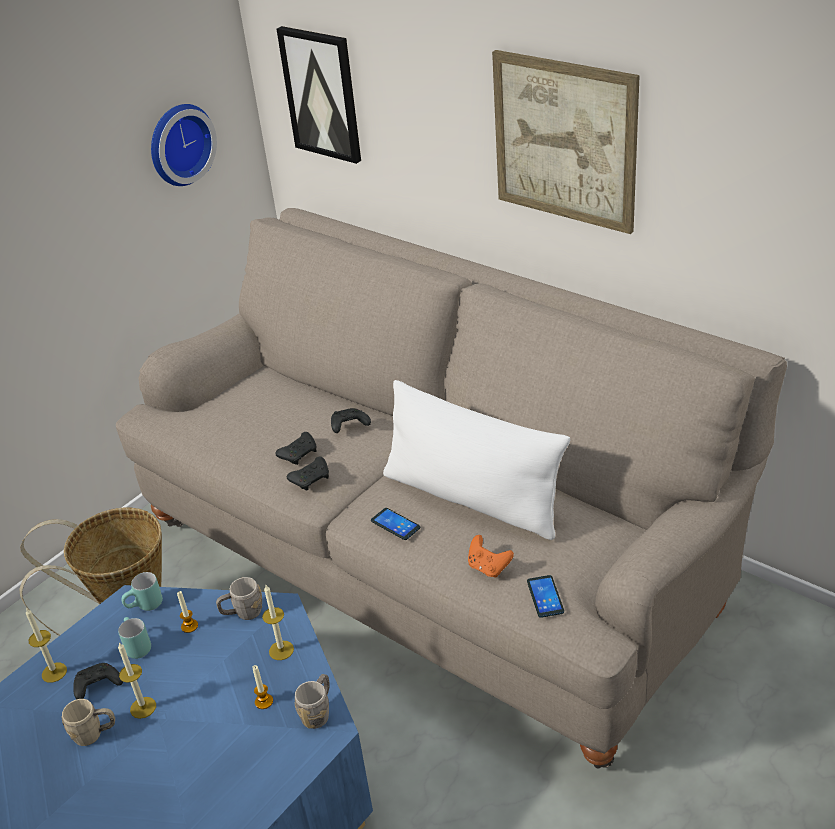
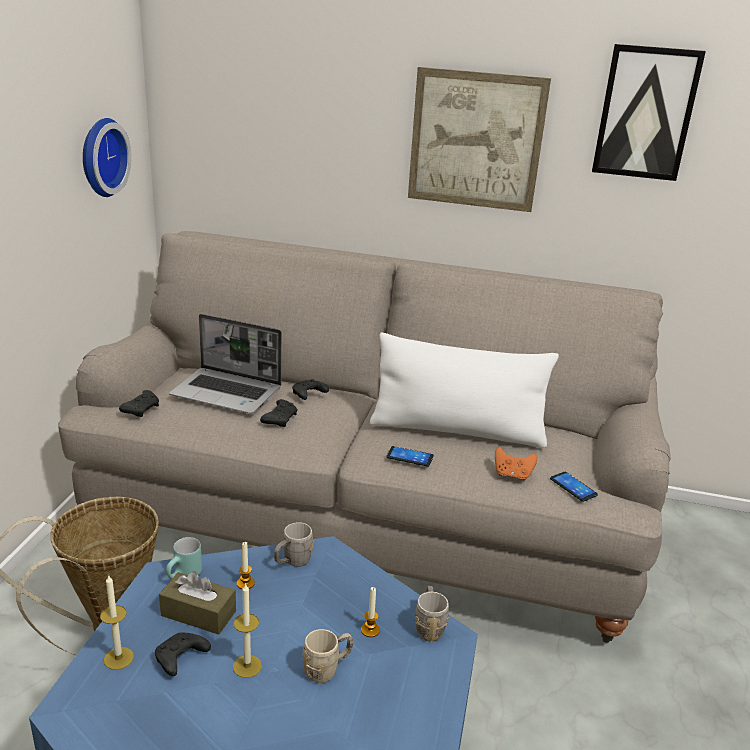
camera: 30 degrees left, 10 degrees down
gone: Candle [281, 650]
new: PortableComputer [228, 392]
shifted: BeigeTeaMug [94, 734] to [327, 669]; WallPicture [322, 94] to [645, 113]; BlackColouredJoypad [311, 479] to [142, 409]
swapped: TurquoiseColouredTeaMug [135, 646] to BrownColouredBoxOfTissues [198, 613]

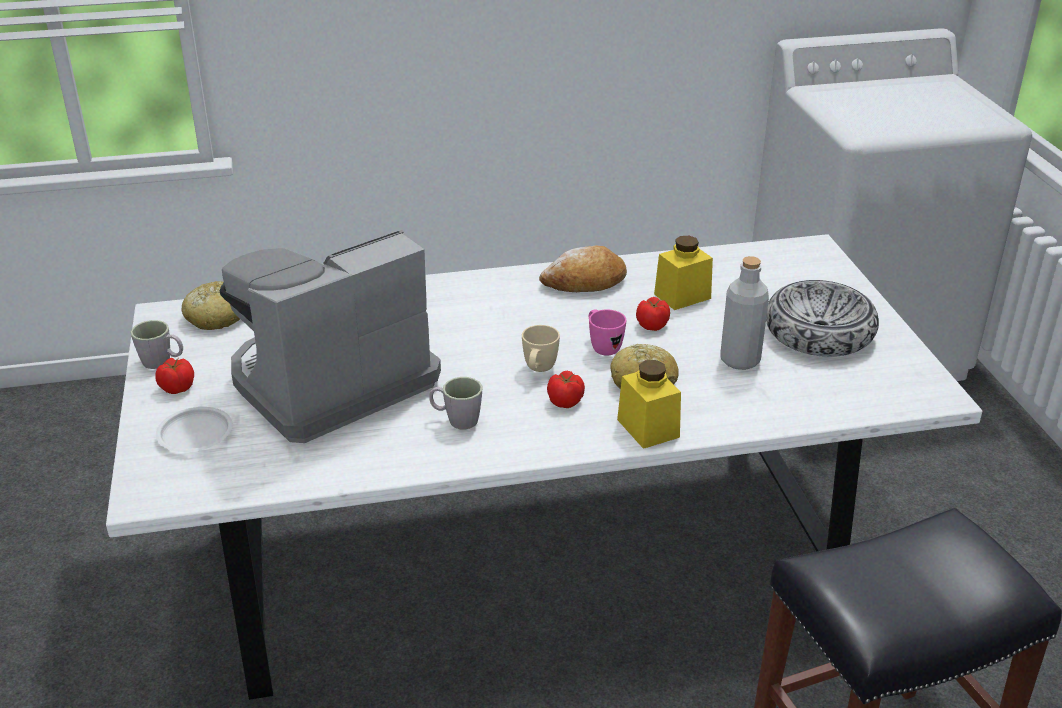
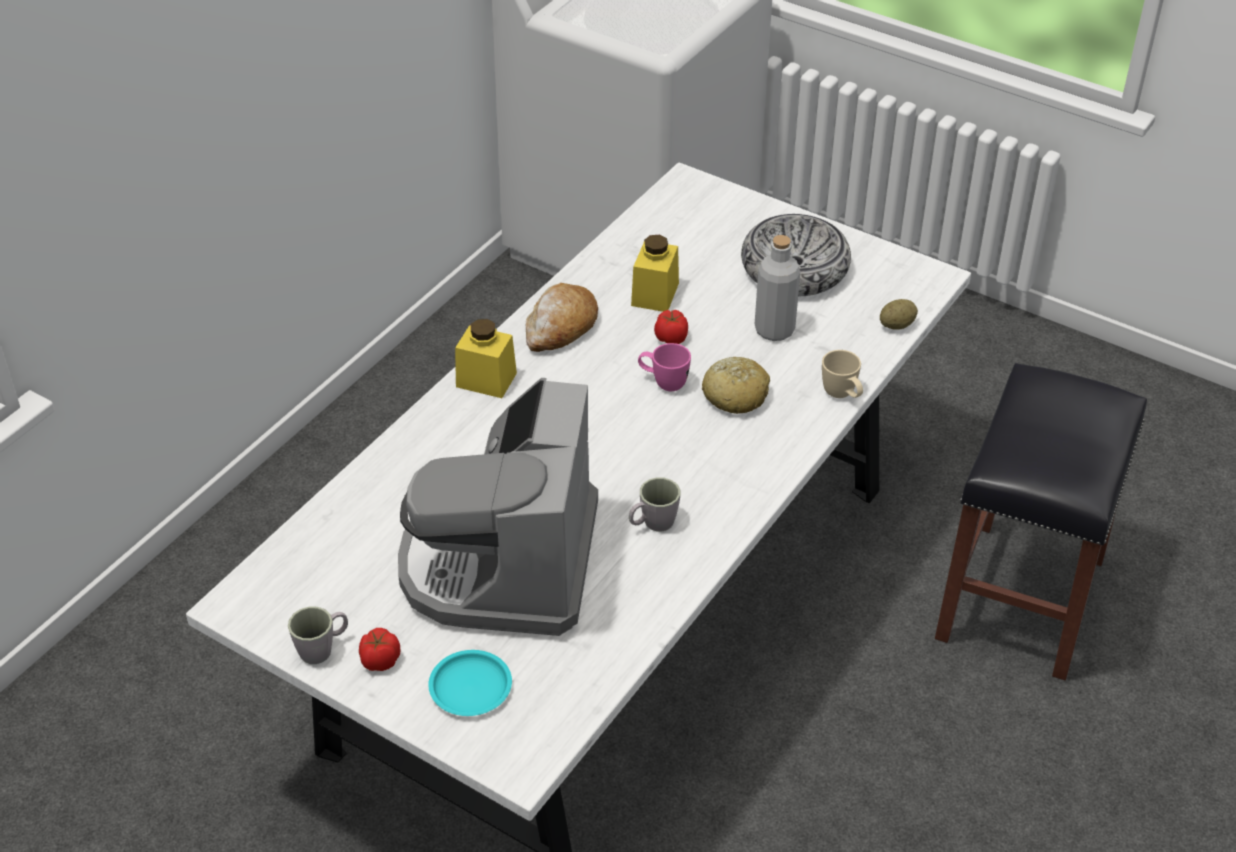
camera: 45 degrees left, 10 degrees up
gone: BakeryBread [215, 317]; WholeTomato [566, 401]
new: Potato [897, 325]
shifted: BeigeTeaMug [538, 370] to [842, 396]; YellowColouredJar [648, 428] to [486, 380]
repainted: WhitishFlatDish [196, 434] to TurquoiseColouredFlatDish [471, 687]

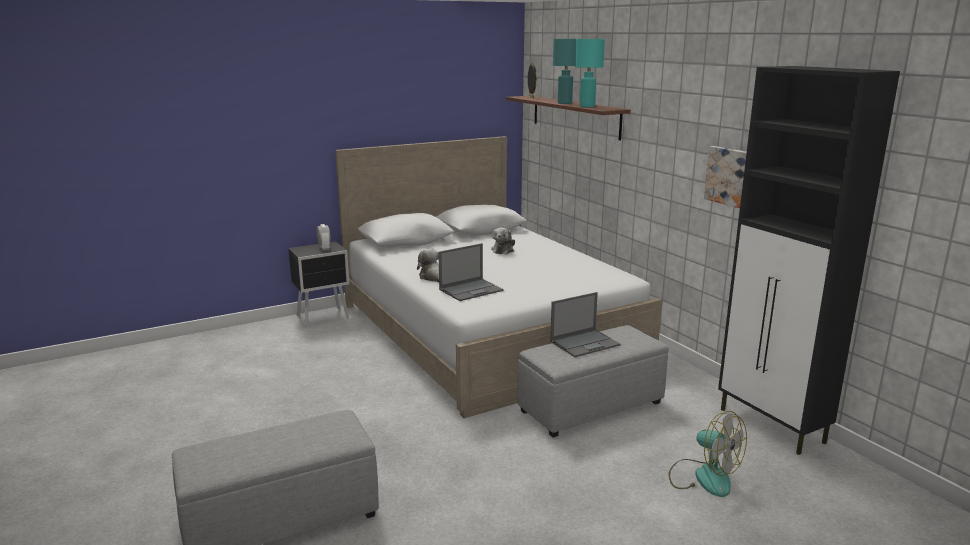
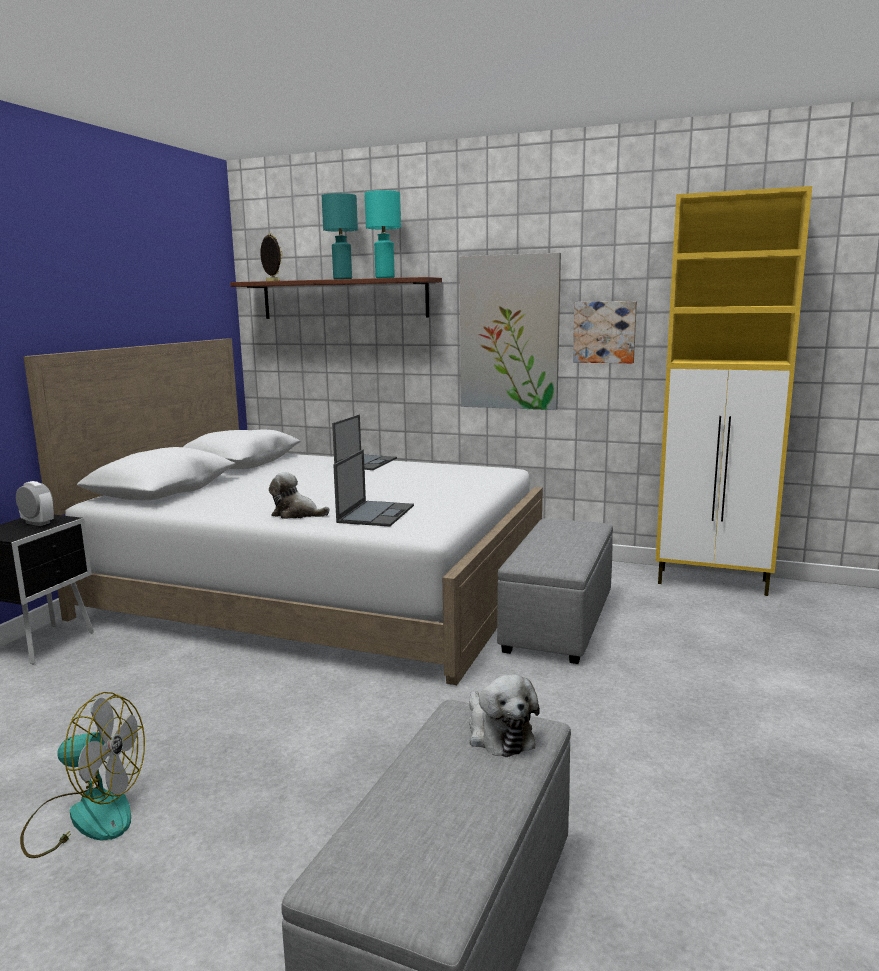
camera: 40 degrees left, 5 degrees down
new: WallPicture [509, 333]
shifted: PlushToy [503, 250] to [498, 734]; PortableComputer [585, 343] to [366, 462]; ElectricFan [703, 477] to [85, 815]
repainted: BlackColouredStorageCabinet [772, 426] to YellowColouredStorageCabinet [714, 582]

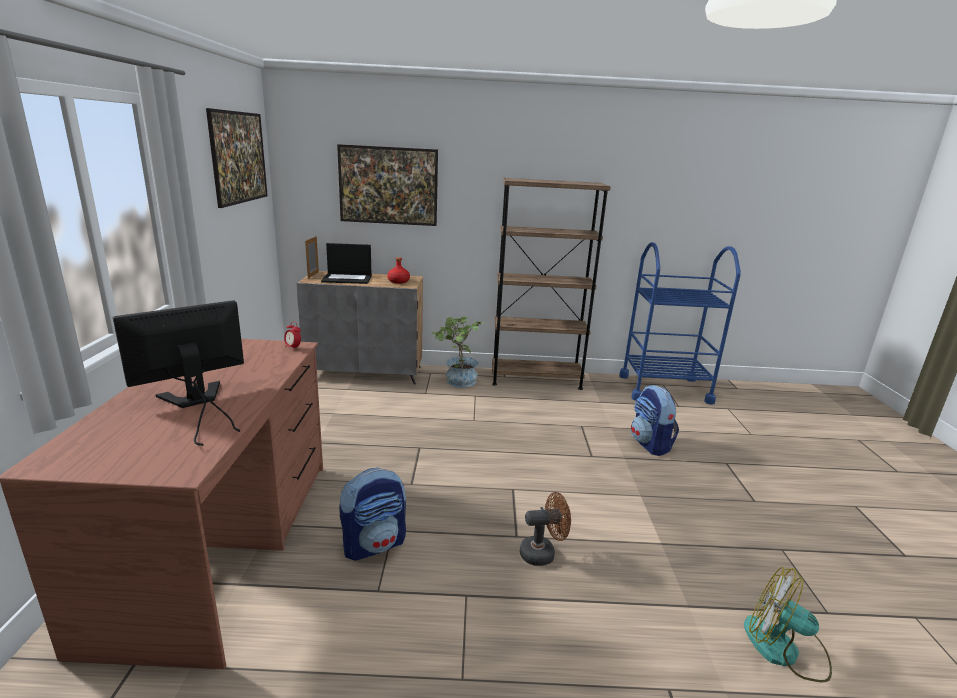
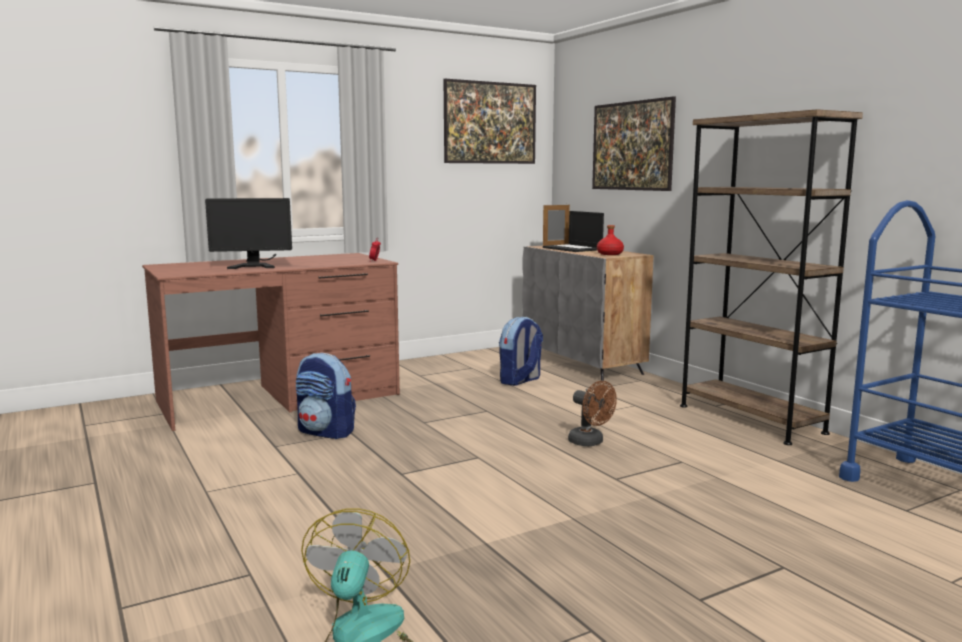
camera: 60 degrees right, 10 degrees down
gone: PlantInAPot [457, 382]
shifted: BrownColouredElectricFan [543, 553] to [590, 442]; Rucksack [650, 444] to [520, 381]
rotated: Monitor [197, 404] = [254, 265] 150 degrees clockwise

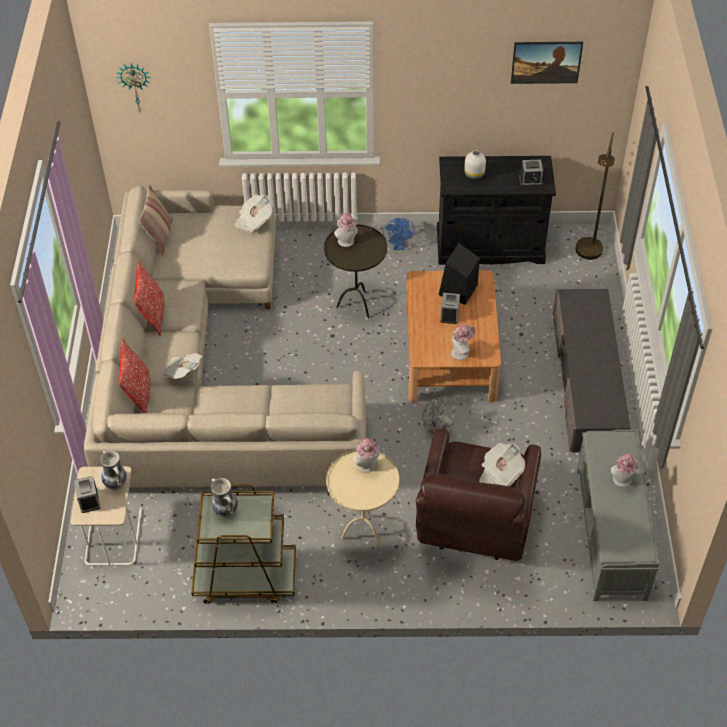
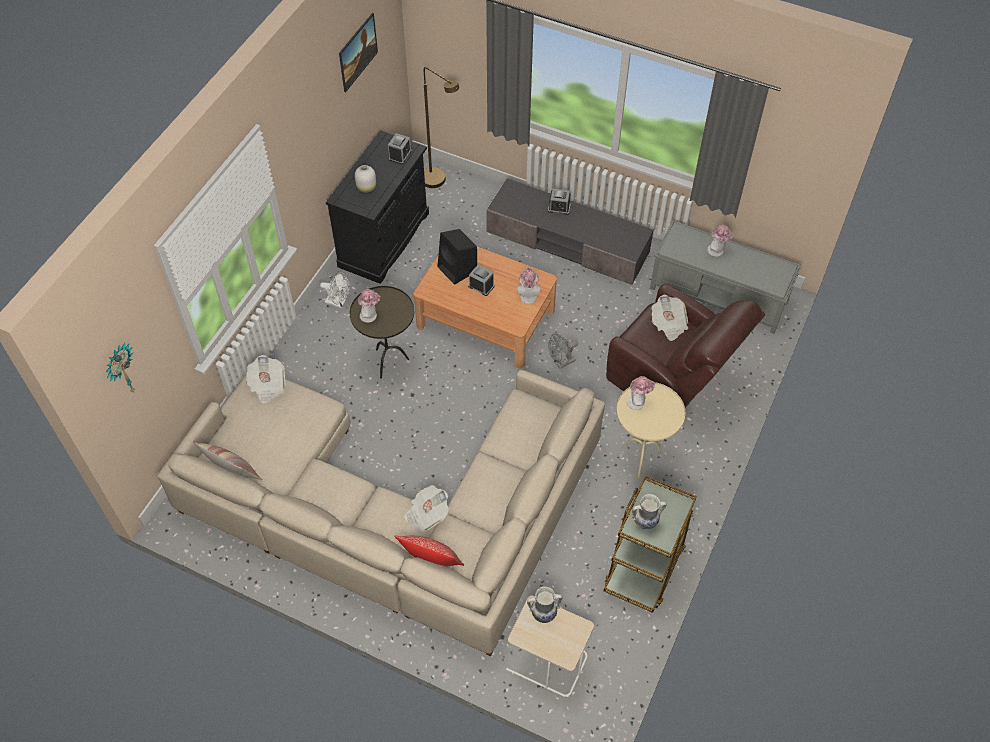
camera: 65 degrees left, 5 degrees up
gone: Pillow [153, 315]
shifted: TableClock [89, 500] to [559, 208]
repainted: BlueElectricFan [398, 246] to WhitishElectricFan [338, 302]

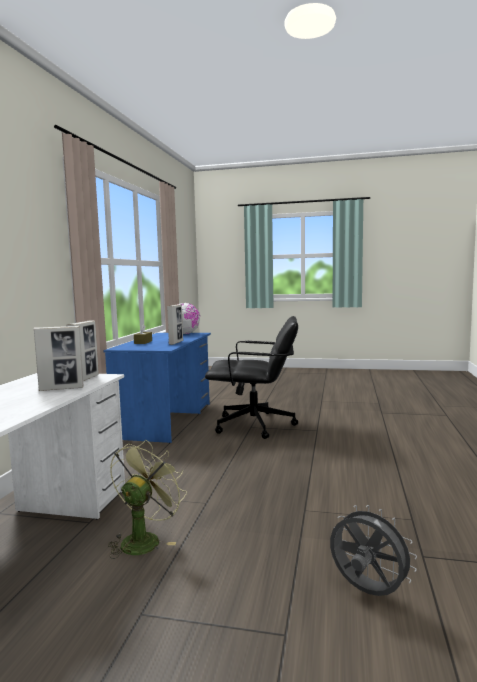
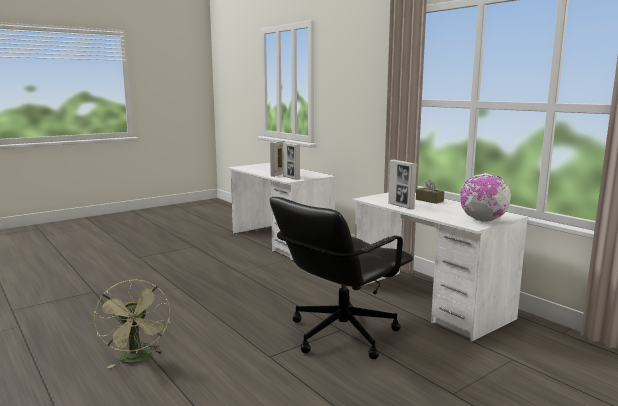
camera: 130 degrees right, 5 degrees up
gone: GreyishElectricFan [367, 592]
shifted: GreenColouredElectricFan [144, 539] to [138, 360]
repainted: BlueDesk [166, 420] to WhitishDesk [429, 303]

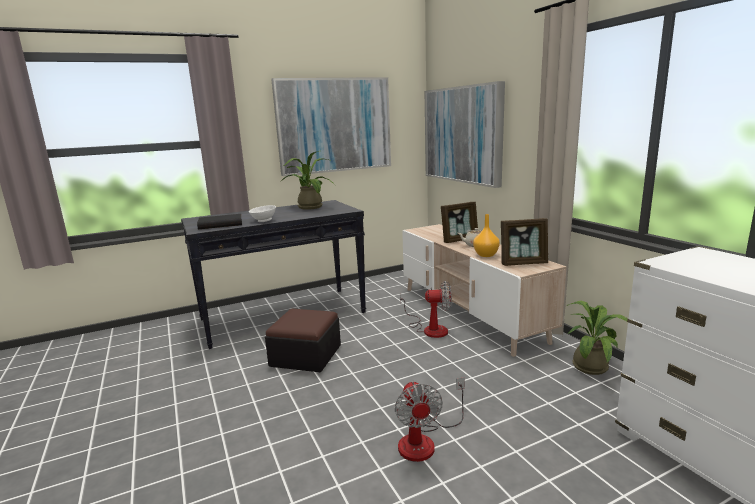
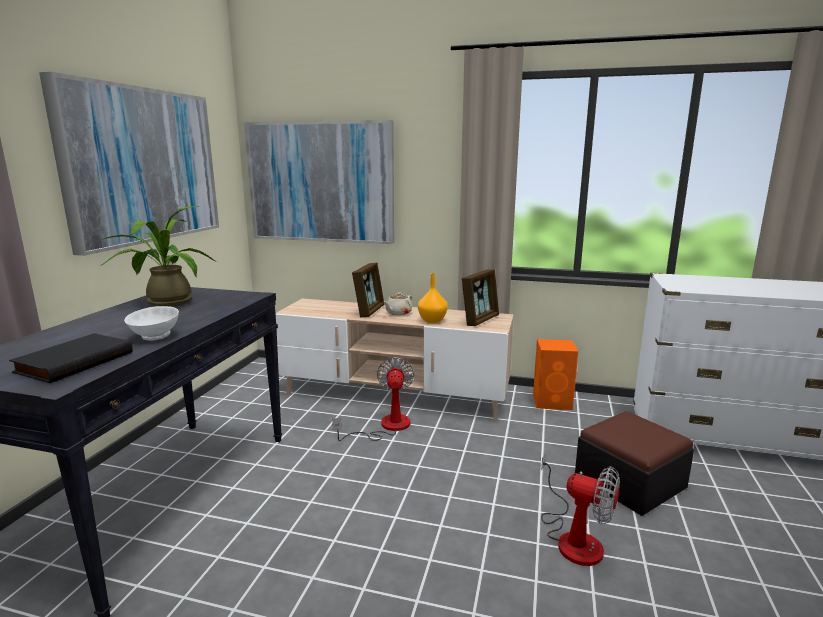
camera: 50 degrees left, 0 degrees up
shifted: Pouffe [306, 355] to [629, 481]
swapped: PlantInAPot [592, 365] to OrangeyLoudspeaker [553, 402]
rotated: ElectricFan [429, 329] = [386, 427] 45 degrees counterclockwise

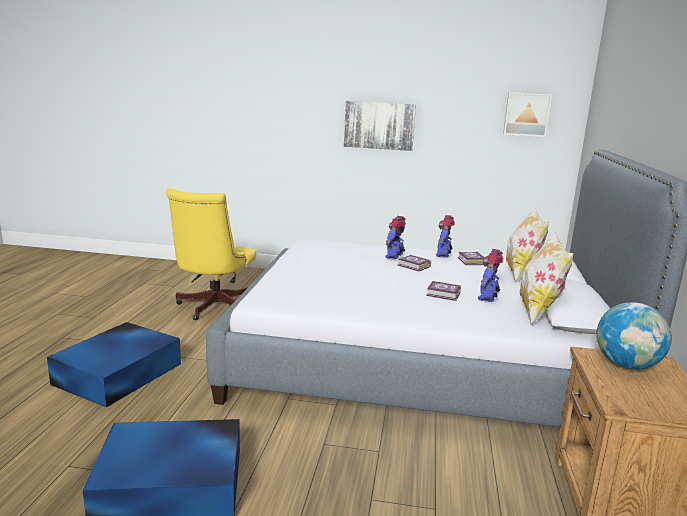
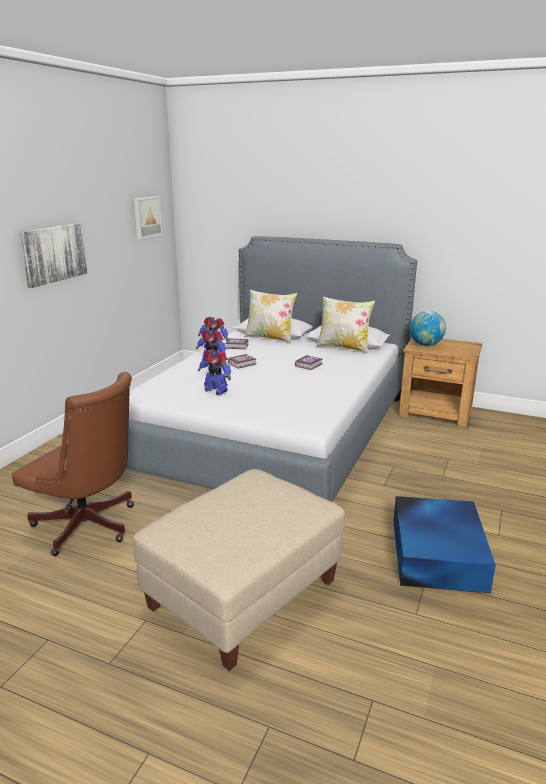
camera: 75 degrees left, 5 degrees up
shifted: ModelRobot [488, 297] to [216, 390]
swapped: BlueStorageBox [120, 373] to BeigePouffe [243, 595]
repainted: YellowColouredOfficeChair [213, 308] to BrownColouredOfficeChair [89, 527]

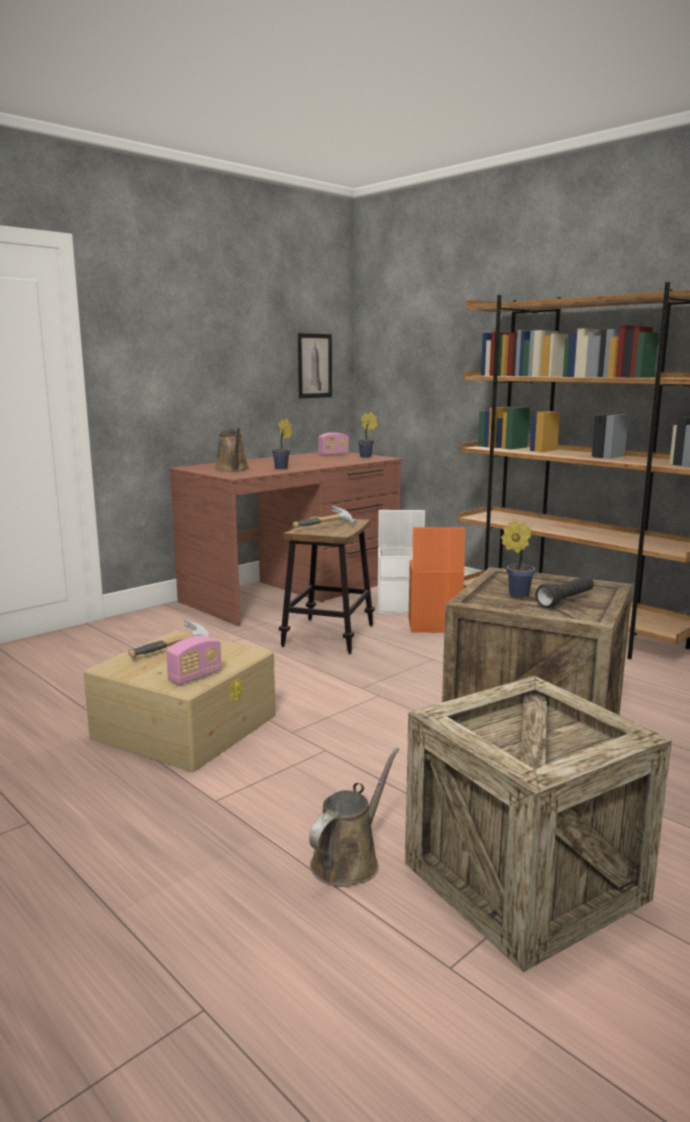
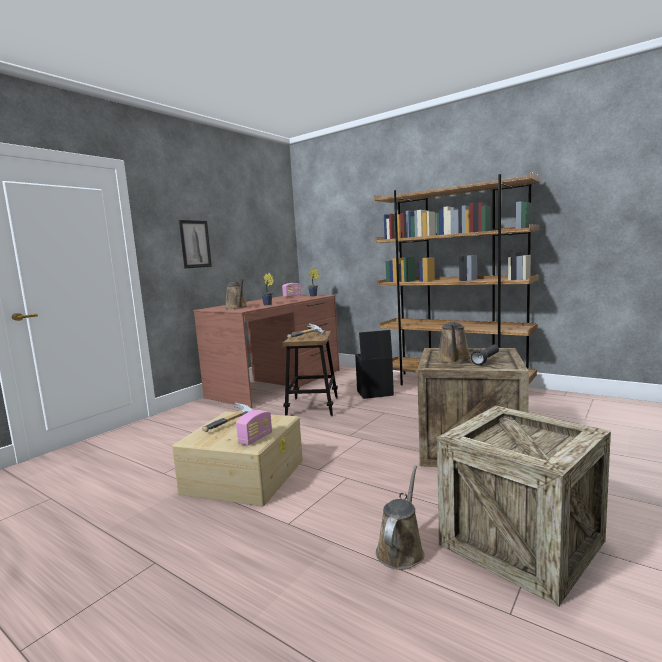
camera: 10 degrees left, 5 degrees down
gone: WhitishStorageBox [401, 607]
shifted: WallPicture [314, 366] to [195, 244]
swapped: PlantInAPot [516, 594] to BrownColouredWateringCan [454, 360]
repainted: OrangeyStorageBox [433, 625] to BlackColouredStorageBox [374, 393]

